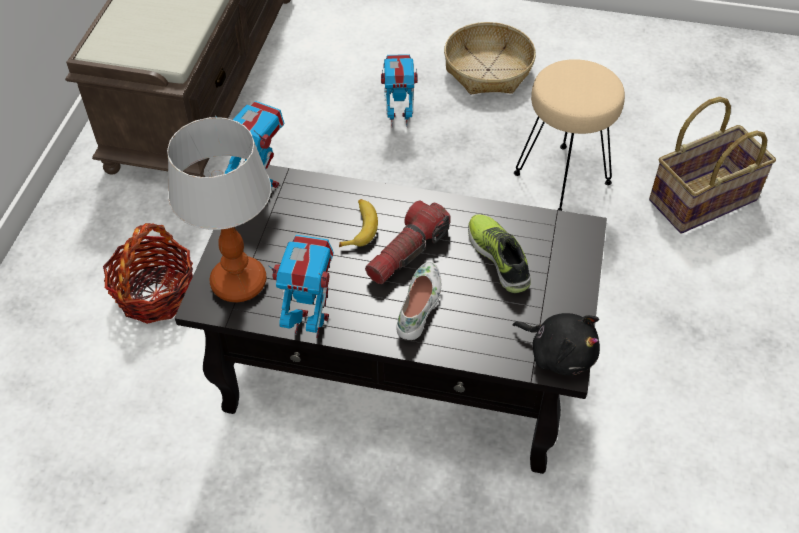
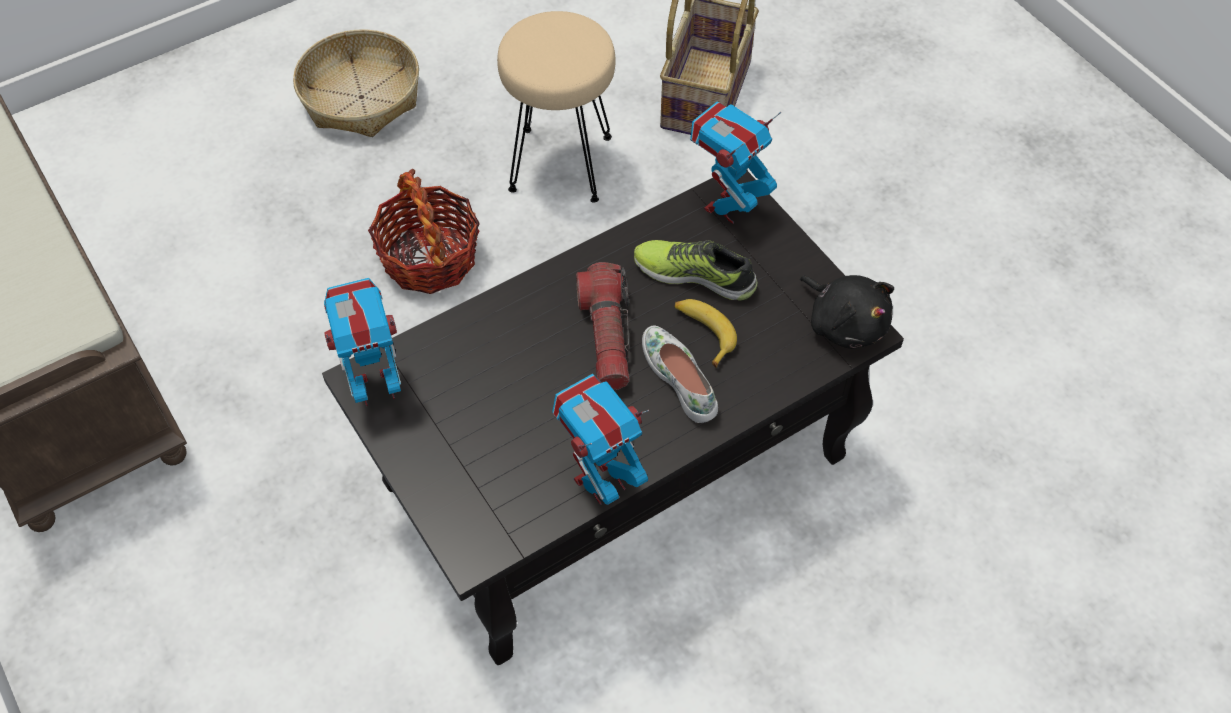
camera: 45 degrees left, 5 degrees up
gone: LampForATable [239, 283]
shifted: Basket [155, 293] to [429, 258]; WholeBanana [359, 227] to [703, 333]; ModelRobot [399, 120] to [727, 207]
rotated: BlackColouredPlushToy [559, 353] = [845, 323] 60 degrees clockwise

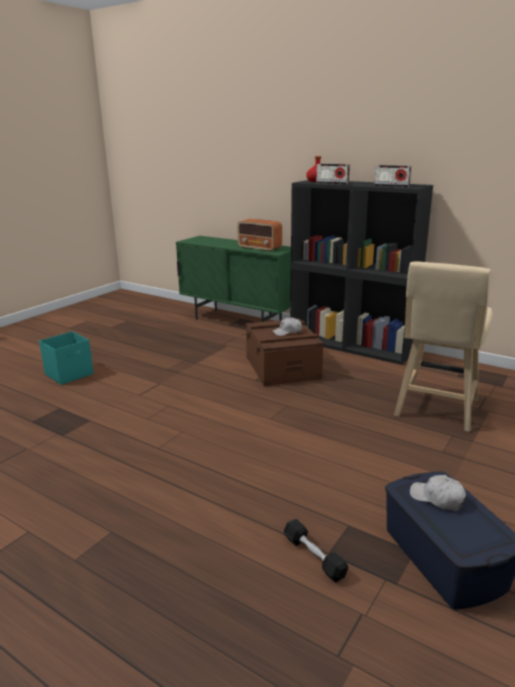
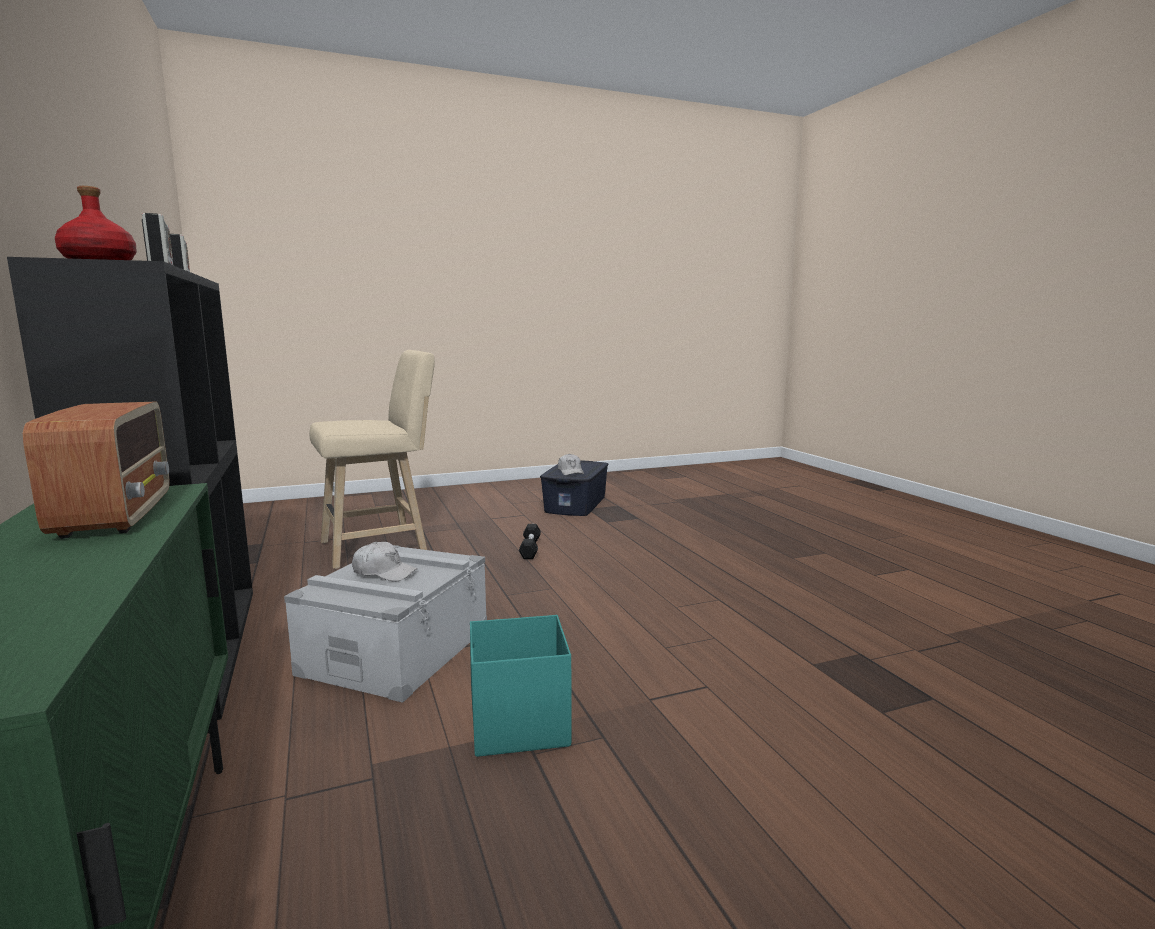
camera: 145 degrees left, 10 degrees down
shifted: TurquoiseColouredStorageBox [70, 374] to [517, 725]; BlackColouredFreeWeight [314, 557] to [530, 548]
repainted: BrownColouredStorageBox [282, 367] to GreyishStorageBox [396, 650]

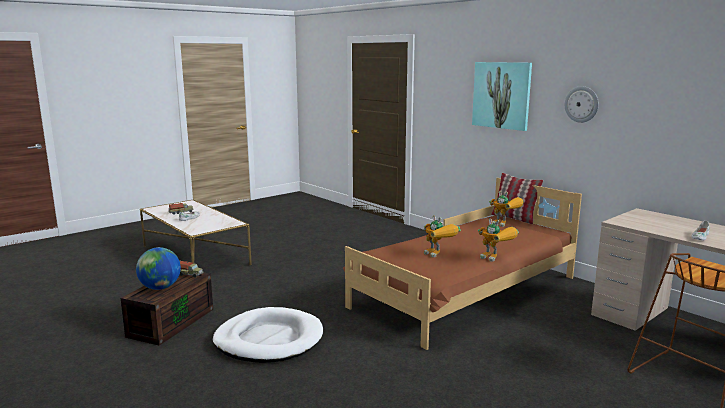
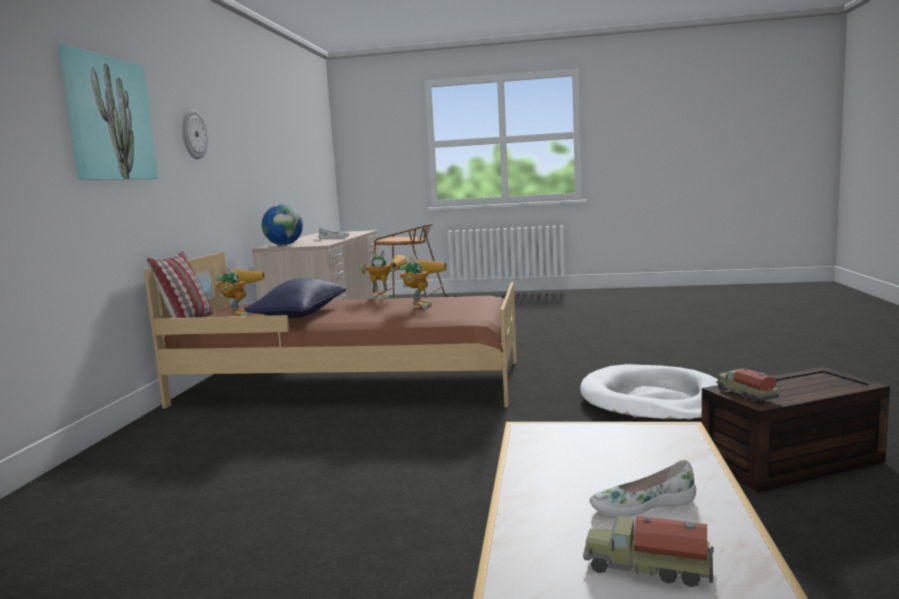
camera: 130 degrees left, 5 degrees down
new: BluePillow [300, 315]
shifted: Globe [160, 288] to [284, 245]
rotated: ModelRobot [496, 259] = [389, 297] 90 degrees clockwise

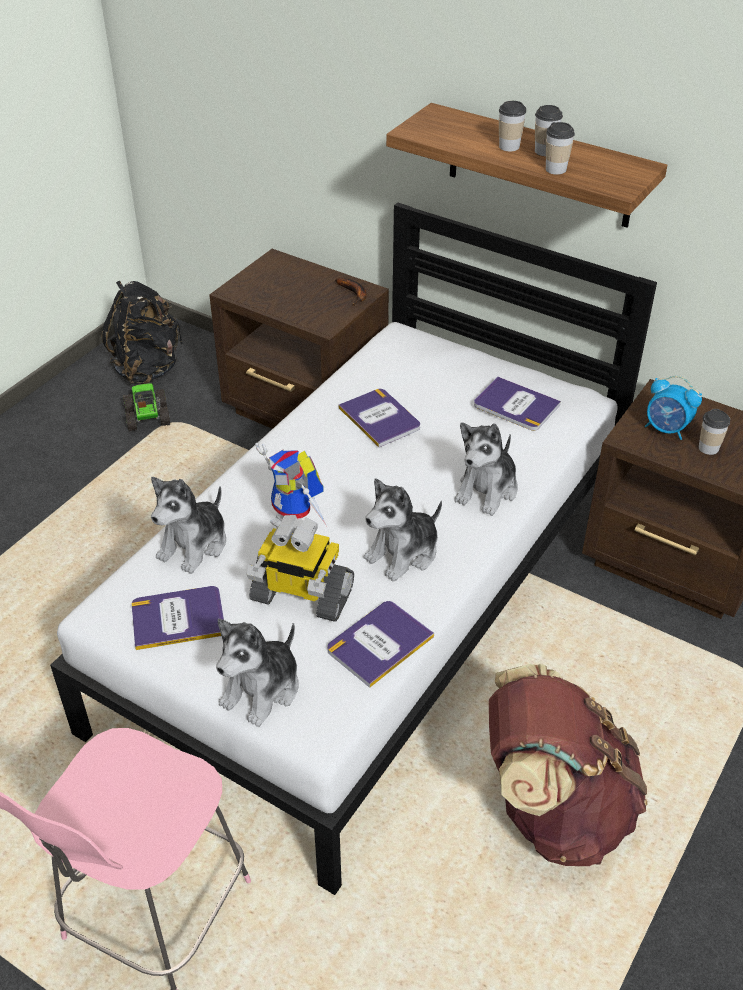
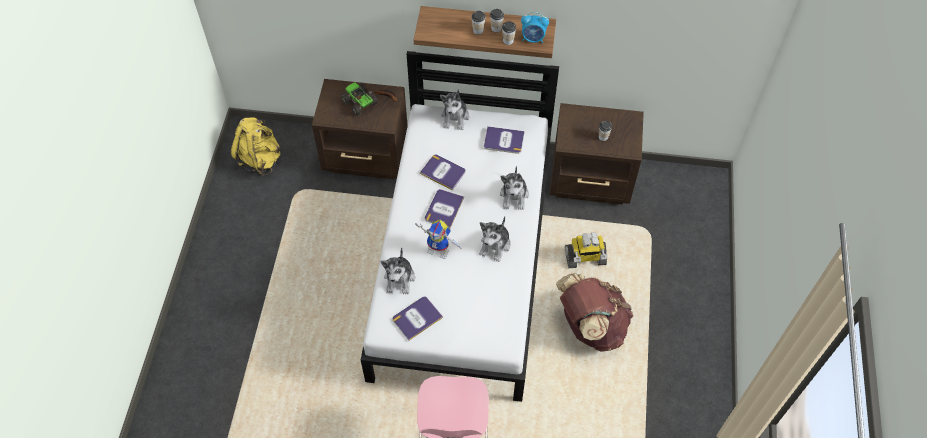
camera: 25 degrees left, 15 degrees up
shifted: ToyTruck [147, 418] to [360, 103]; PlushToy [262, 689] to [455, 117]; ModelRobot [301, 595] to [585, 258]; Book [379, 643] to [444, 209]; TableClock [666, 429] to [533, 39]
repainted: BlackColouredRucksack [148, 368] to YellowColouredRucksack [260, 159]

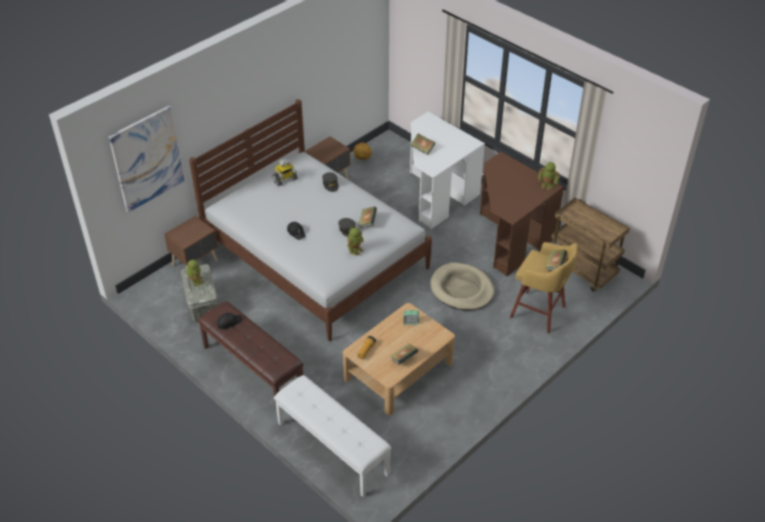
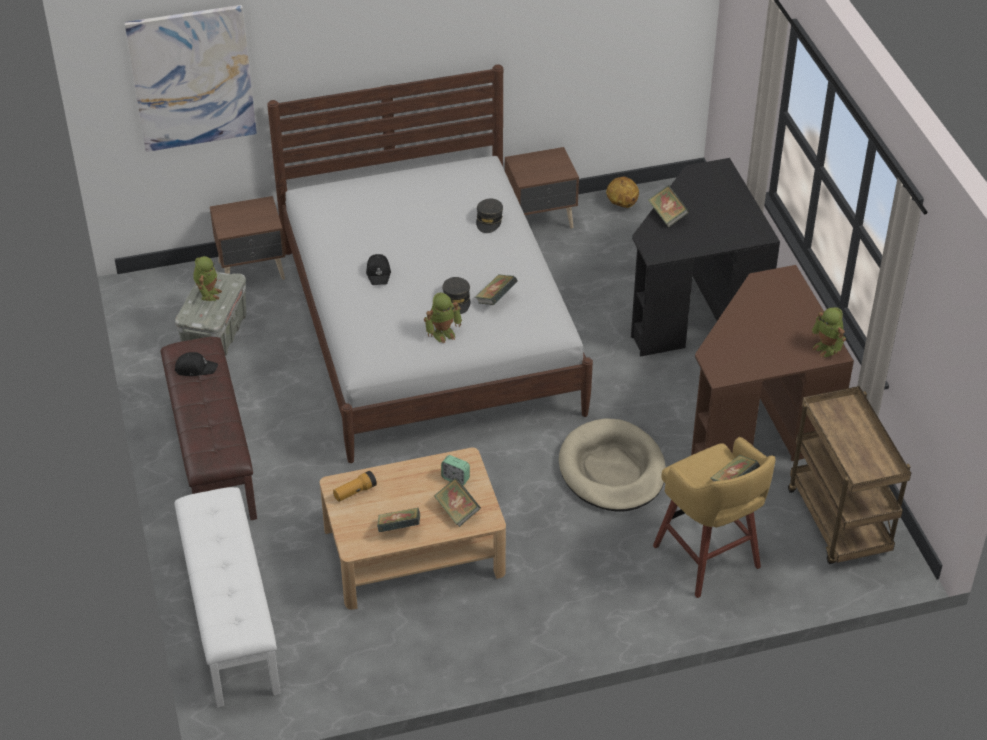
camera: 30 degrees right, 0 degrees up
gone: ModelRobot [285, 180]
new: Book [457, 511]
repainted: WhitishDesk [436, 194] to BlackColouredDesk [694, 304]

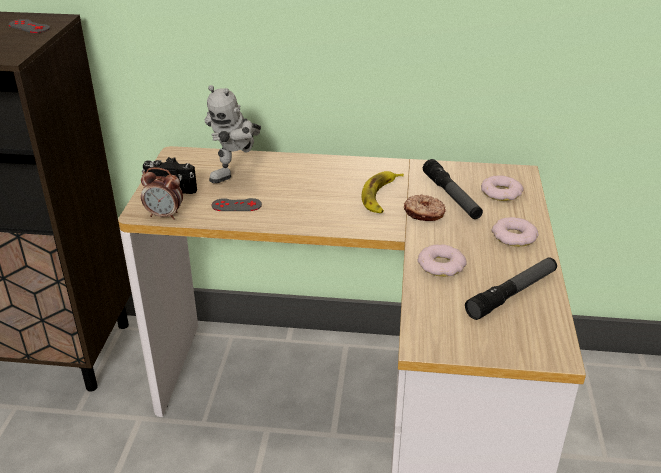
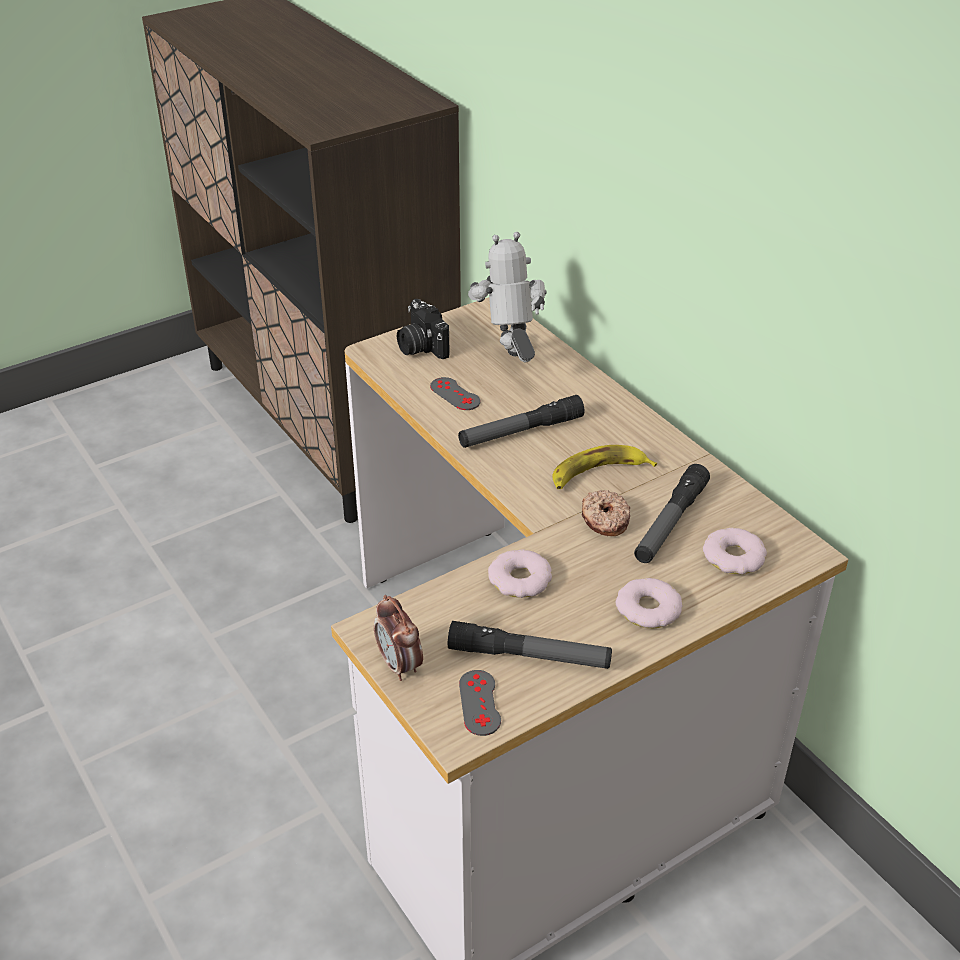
camera: 50 degrees right, 5 degrees up
new: HandTorch [521, 431]
shifted: GreyishJoypad [29, 26] to [479, 703]; TableClock [165, 215] to [400, 665]
rotated: ModelRobot [237, 173] = [511, 362] 90 degrees clockwise

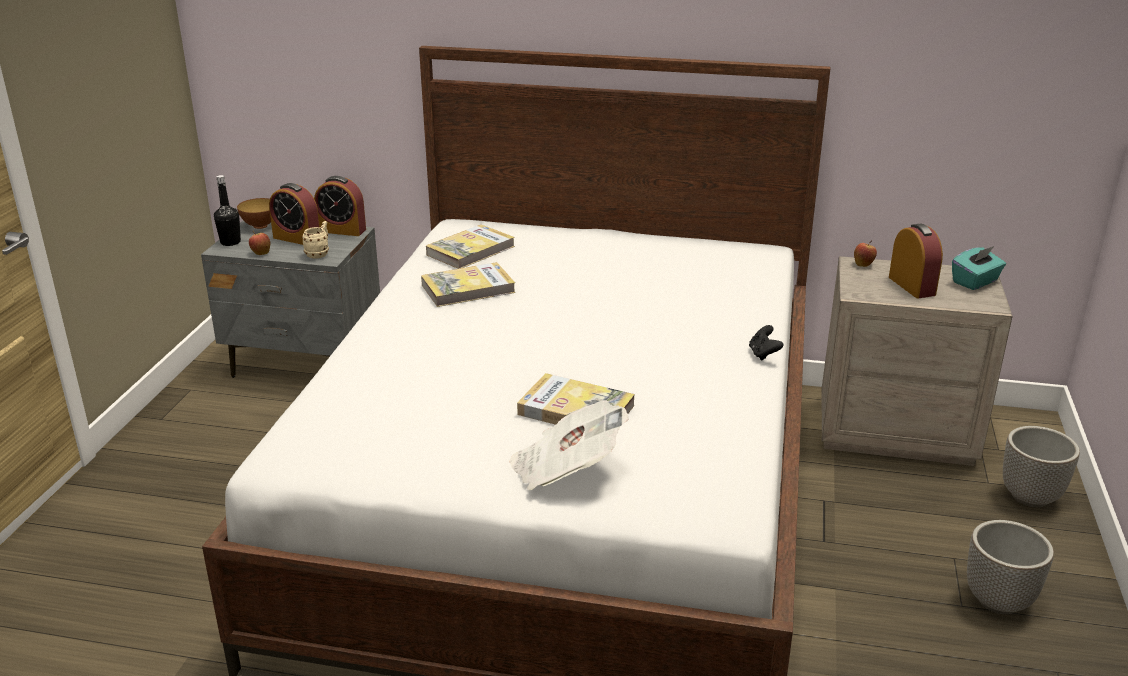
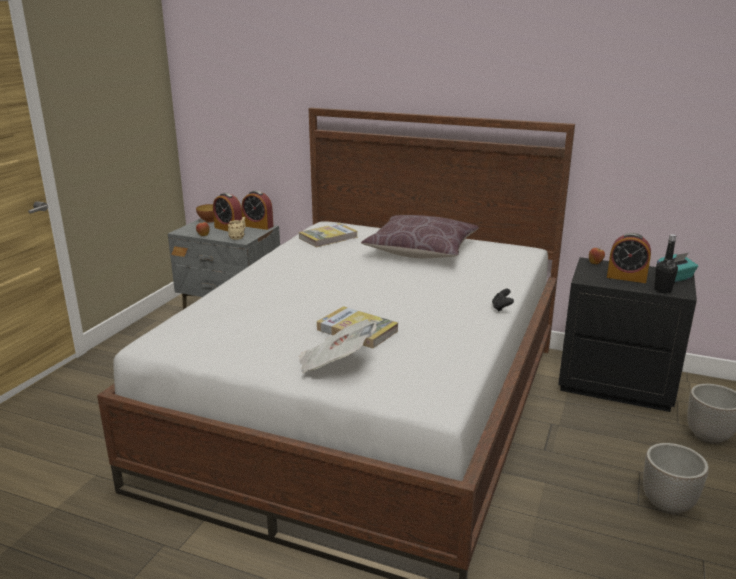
camera: 10 degrees right, 5 degrees down
gone: Book [468, 289]
new: BrownColouredPillow [421, 251]
shifted: BlackColouredDrinkBottle [230, 242] to [662, 290]
repainted: BeigeBedsideTable [895, 430] to BlackColouredBedsideTable [616, 383]
rotated: TableClock [911, 286] = [626, 277] 120 degrees clockwise

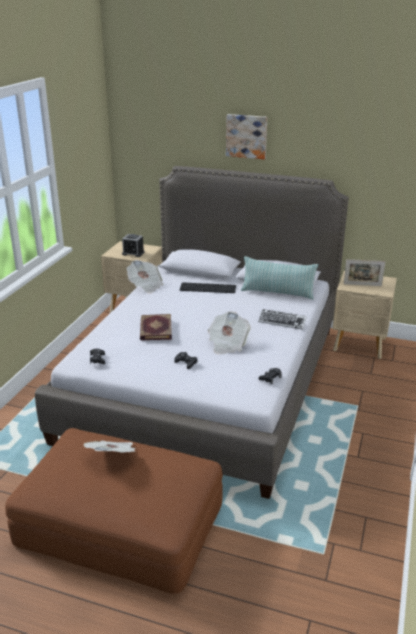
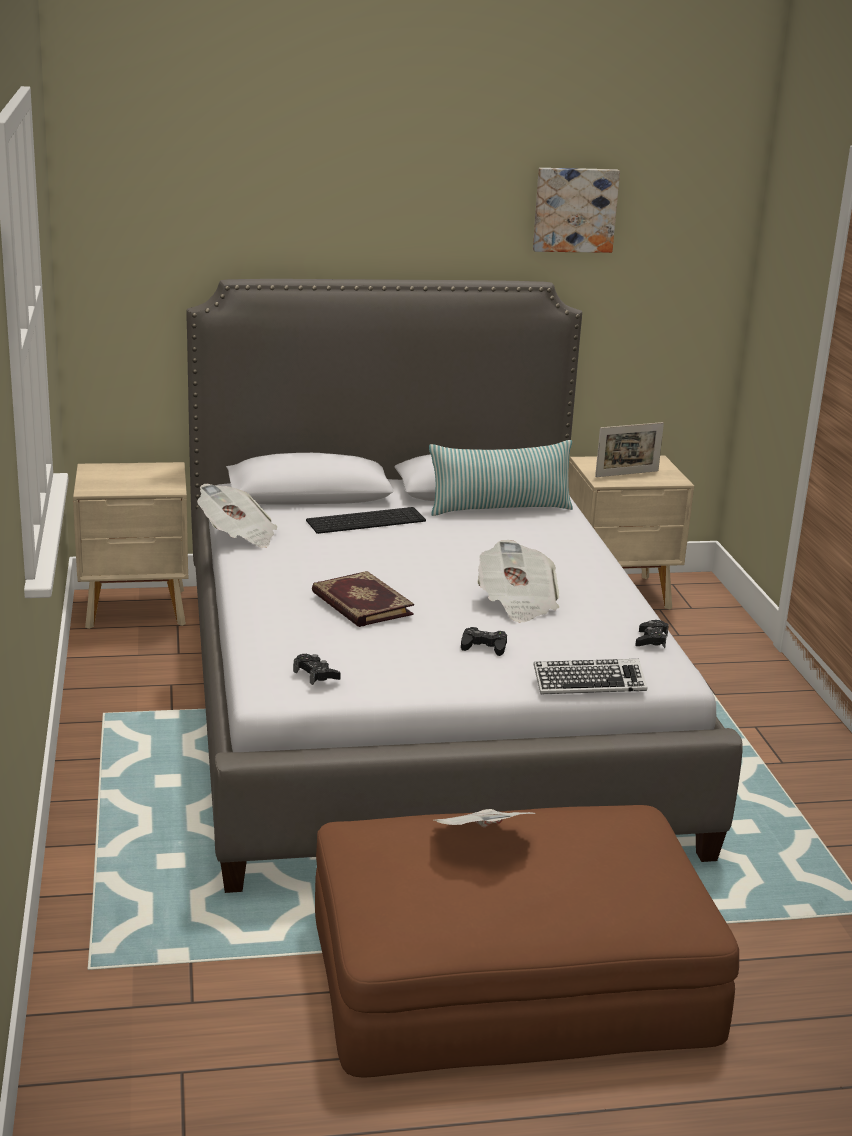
camera: 30 degrees left, 5 degrees down
gone: TableClock [133, 253]
shifted: WallPicture [246, 136] to [574, 209]; ComputerKeyboard [282, 322] to [589, 683]

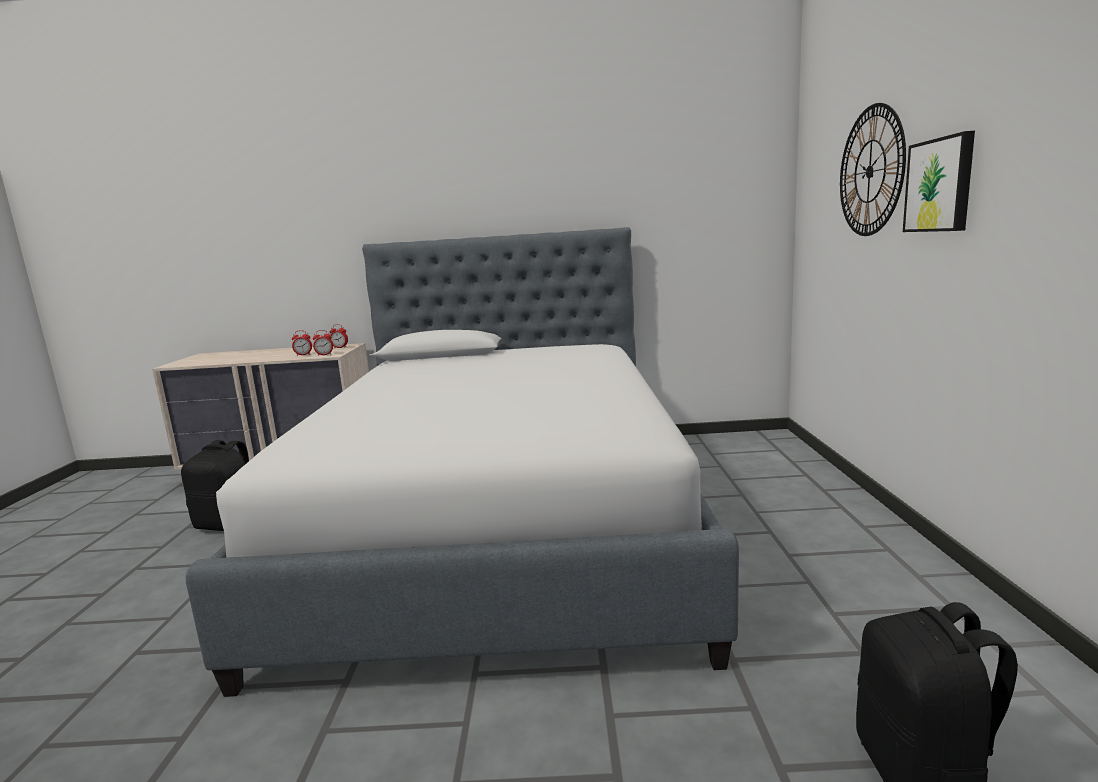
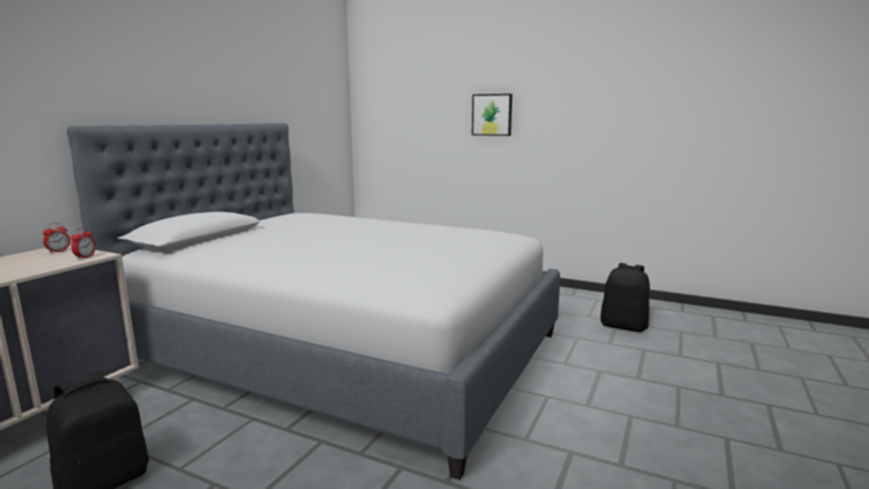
camera: 65 degrees left, 0 degrees up
gone: TableClock [303, 355]; WallClock [870, 171]

